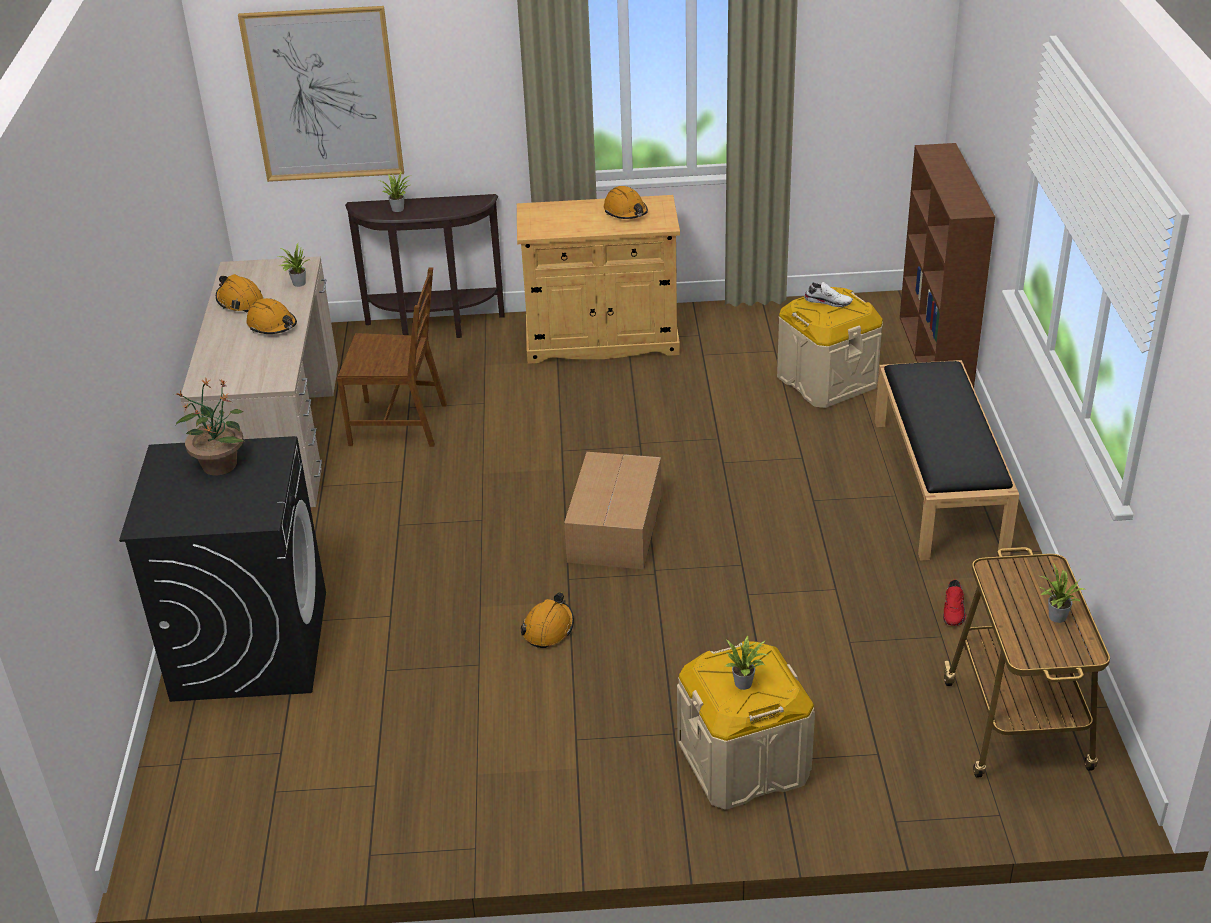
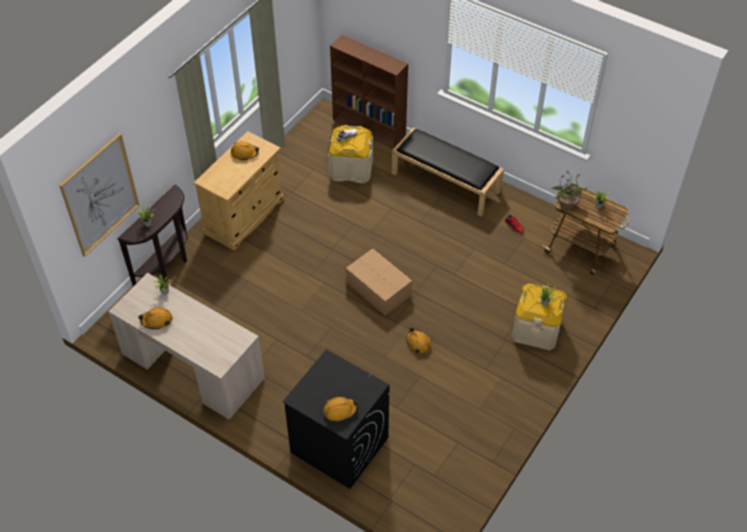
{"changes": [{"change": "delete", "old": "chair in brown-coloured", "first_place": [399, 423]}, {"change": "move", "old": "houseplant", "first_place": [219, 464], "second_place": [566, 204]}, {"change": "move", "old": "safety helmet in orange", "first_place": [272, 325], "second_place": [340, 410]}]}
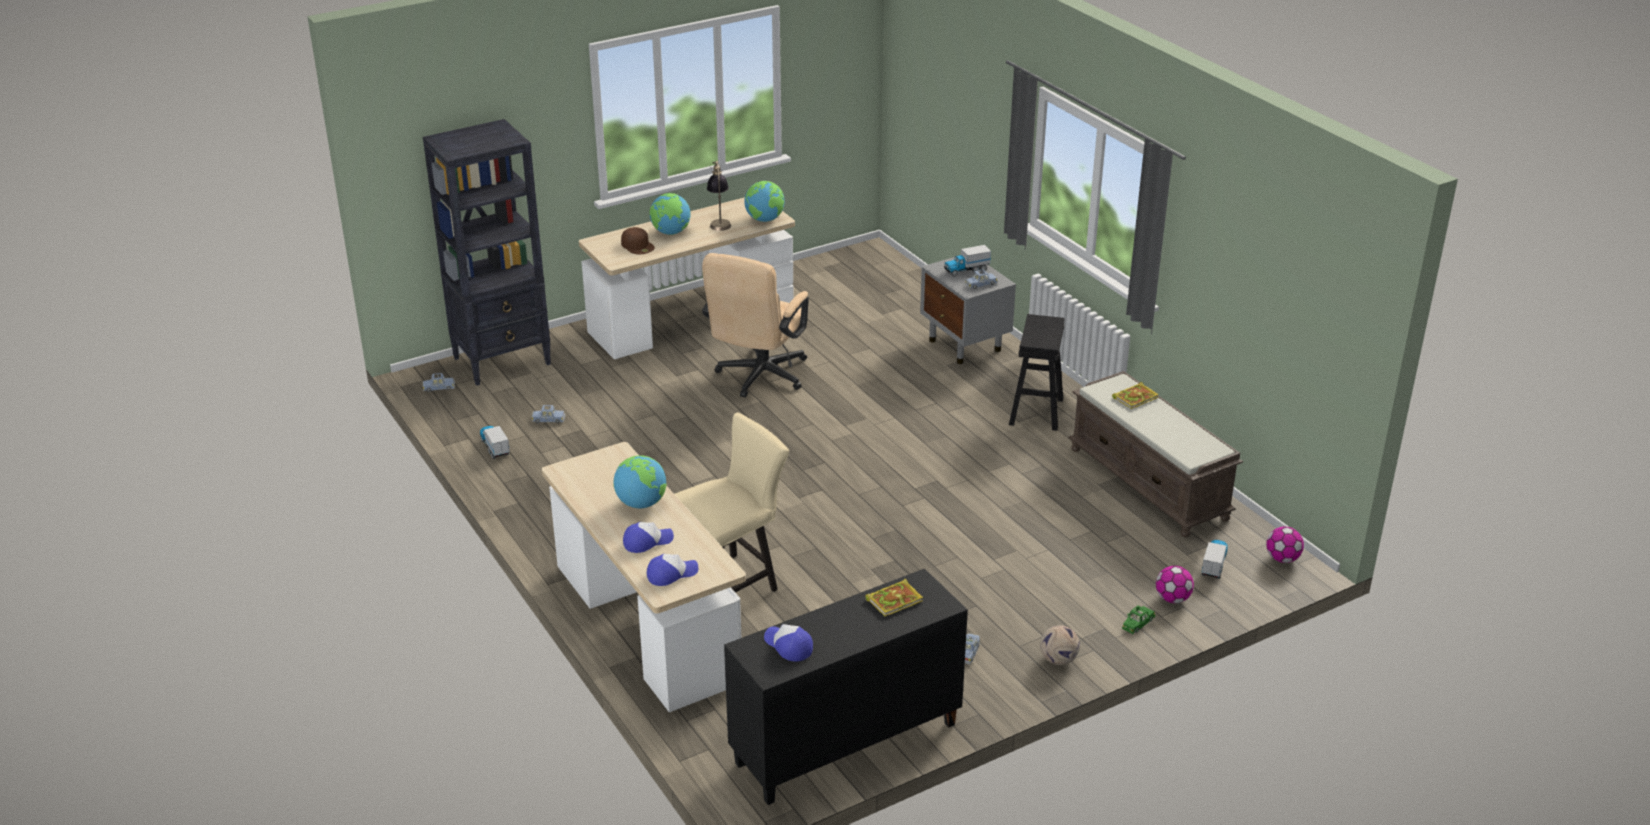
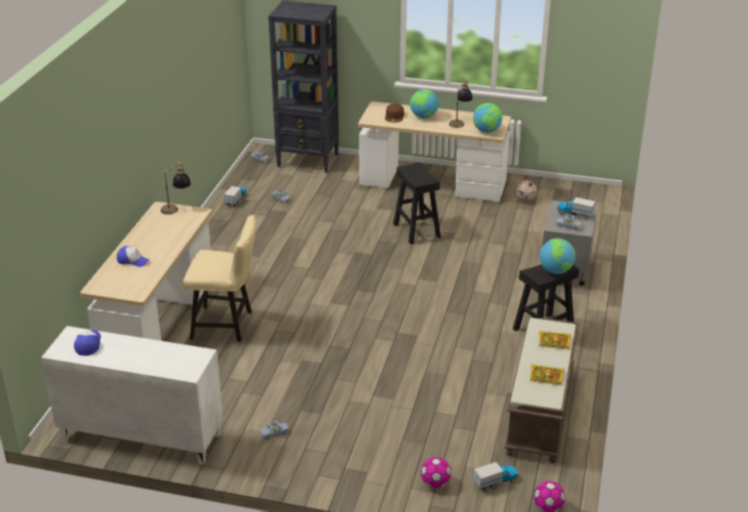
{"changes": [{"change": "delete", "old": "cap", "first_place": [671, 574]}, {"change": "delete", "old": "miniature car in green-coloured", "first_place": [1137, 623]}, {"change": "insert", "new": "lamp for a table", "second_place": [177, 208]}, {"change": "move", "old": "desk globe", "first_place": [641, 503], "second_place": [556, 271]}, {"change": "move", "old": "book", "first_place": [895, 600], "second_place": [547, 376]}, {"change": "move", "old": "football", "first_place": [1058, 660], "second_place": [525, 200]}, {"change": "replace", "old": "office chair in beige-coloured", "new": "sitting stool in blackish", "first_place": [758, 378], "second_place": [416, 230]}, {"change": "recolor", "old": "storage cabinet in blackish", "new": "storage cabinet in whitish", "first_place": [845, 745], "second_place": [140, 437]}]}
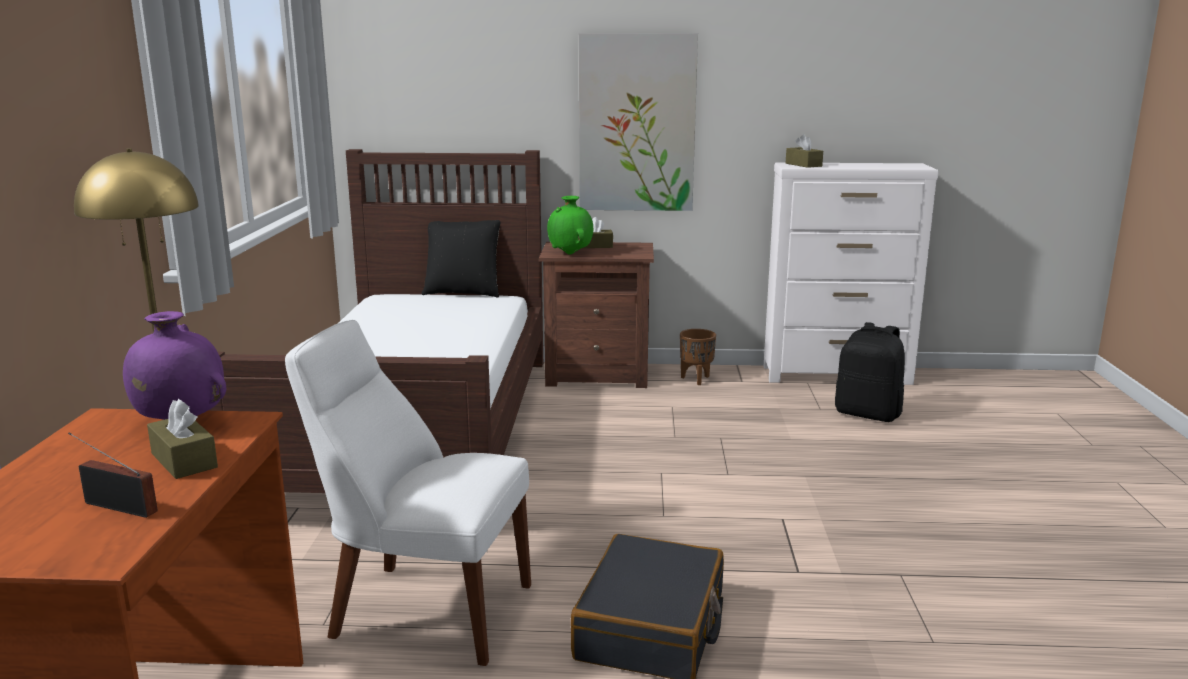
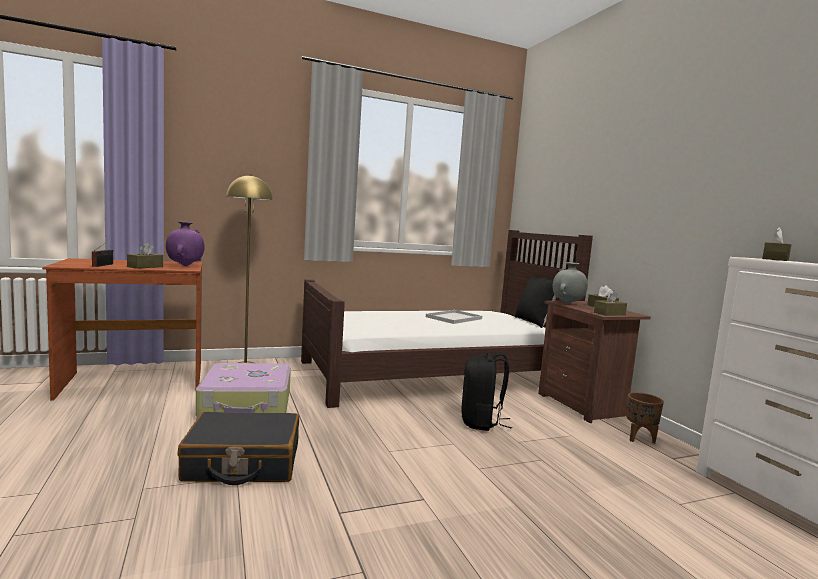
{"changes": [{"change": "delete", "old": "picture", "first_place": [637, 123]}, {"change": "insert", "new": "tray in whitish", "second_place": [453, 318]}, {"change": "insert", "new": "tissue box in brown-coloured", "second_place": [609, 313]}, {"change": "move", "old": "backpack in blackish", "first_place": [868, 413], "second_place": [481, 422]}, {"change": "replace", "old": "chair in whitish", "new": "piece of luggage", "first_place": [424, 609], "second_place": [247, 405]}, {"change": "recolor", "old": "decorative vase in green-coloured", "new": "decorative vase in gray", "first_place": [570, 254], "second_place": [567, 304]}]}
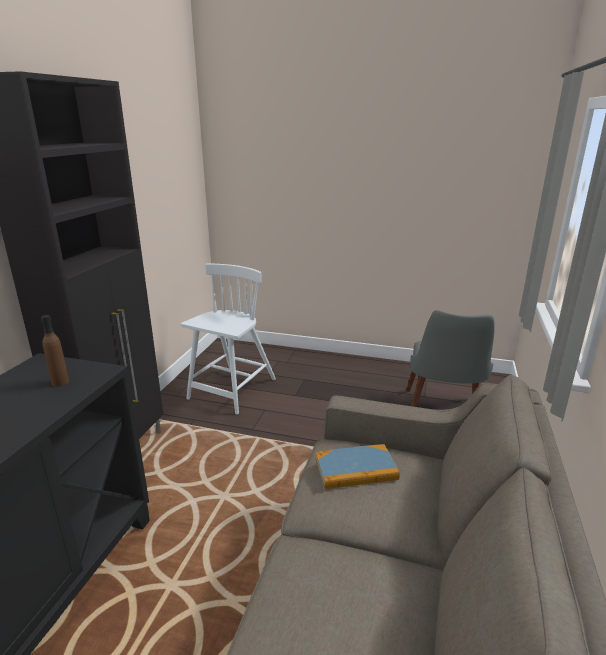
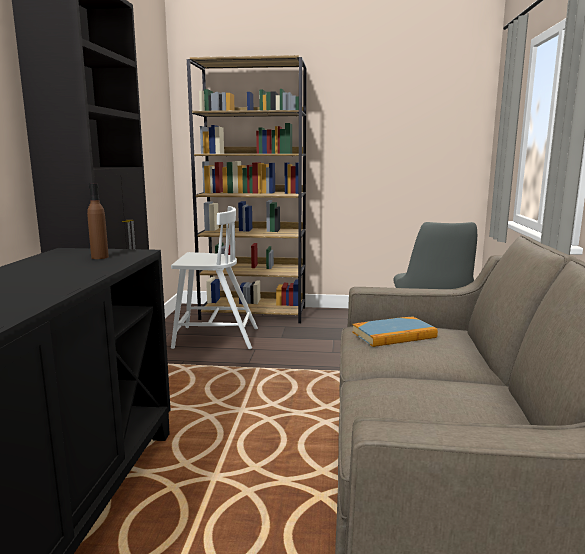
{"changes": [{"change": "insert", "new": "bookcase in brown-coloured", "second_place": [254, 313]}, {"change": "rotate", "old": "chair in whitish", "first_place": [232, 390], "second_place": [214, 338], "degrees": 75}]}
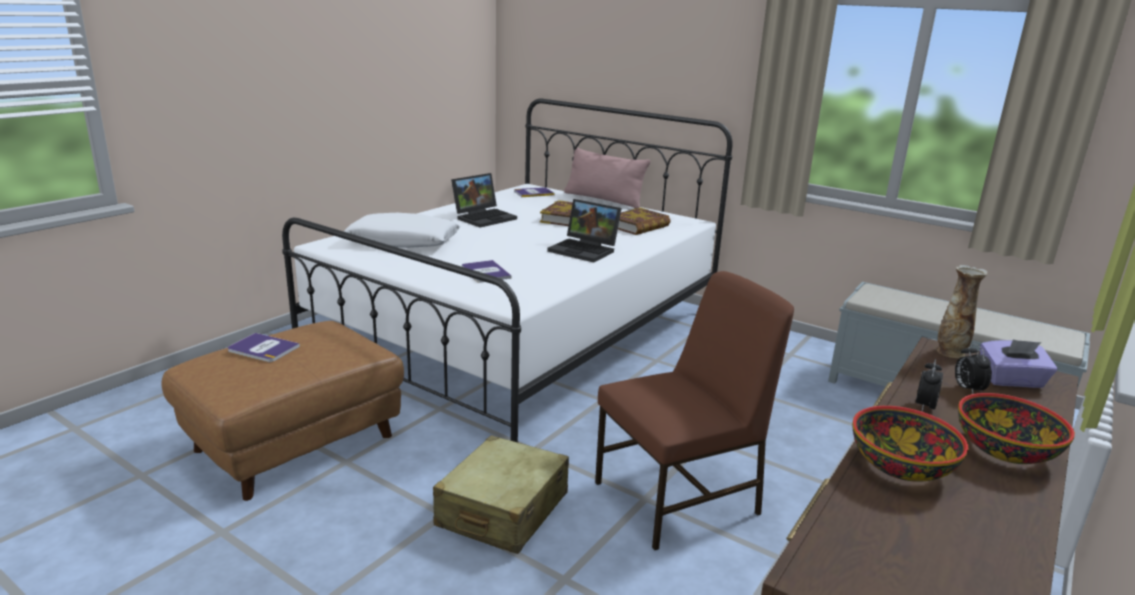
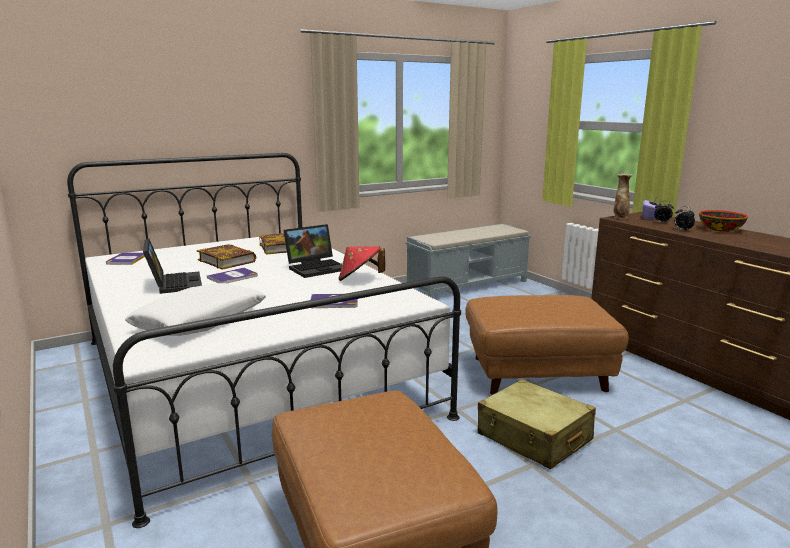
{"changes": [{"change": "delete", "old": "cushion in pink", "first_place": [603, 199]}, {"change": "delete", "old": "serving bowl", "first_place": [900, 466]}, {"change": "insert", "new": "hat in reddish", "second_place": [360, 279]}, {"change": "move", "old": "book", "first_place": [263, 349], "second_place": [233, 277]}, {"change": "replace", "old": "chair in brown-coloured", "new": "footrest in brown-coloured", "first_place": [679, 498], "second_place": [538, 373]}]}
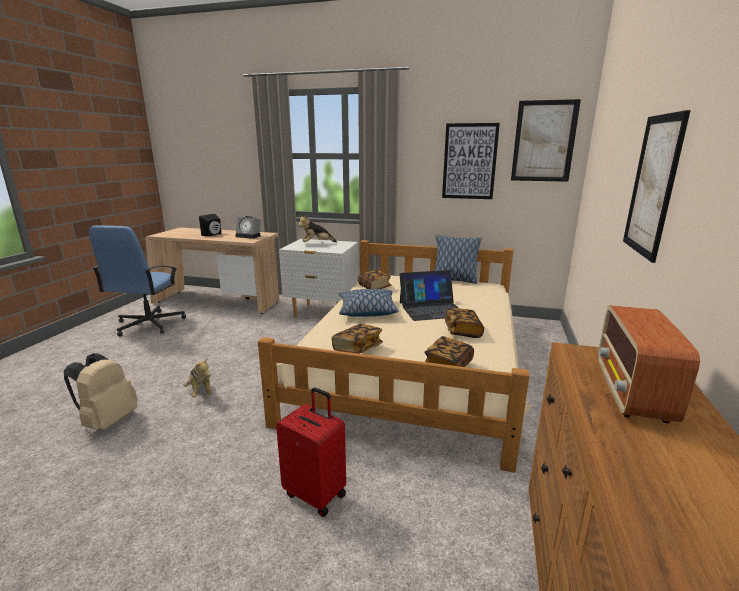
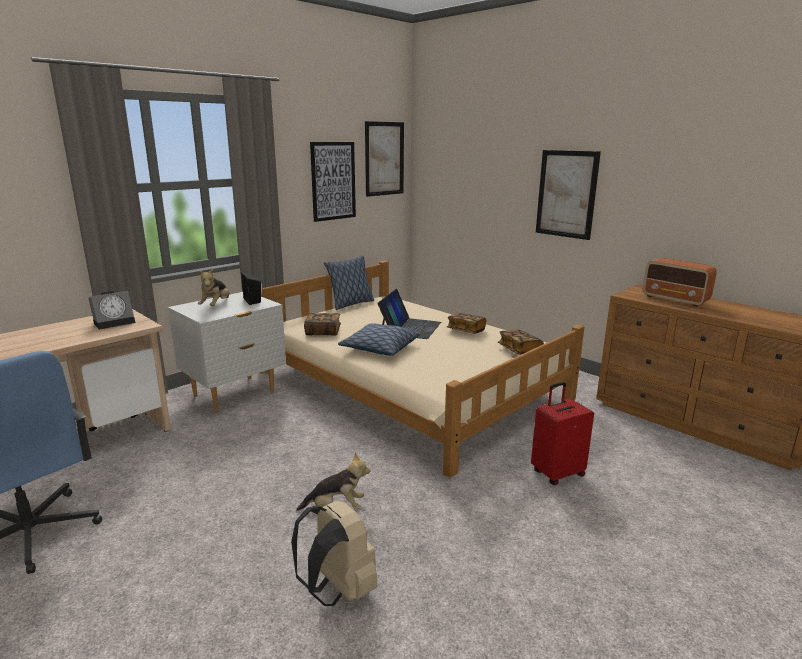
{"changes": [{"change": "delete", "old": "book", "first_place": [357, 348]}, {"change": "move", "old": "speaker in blackish", "first_place": [213, 235], "second_place": [254, 300]}]}
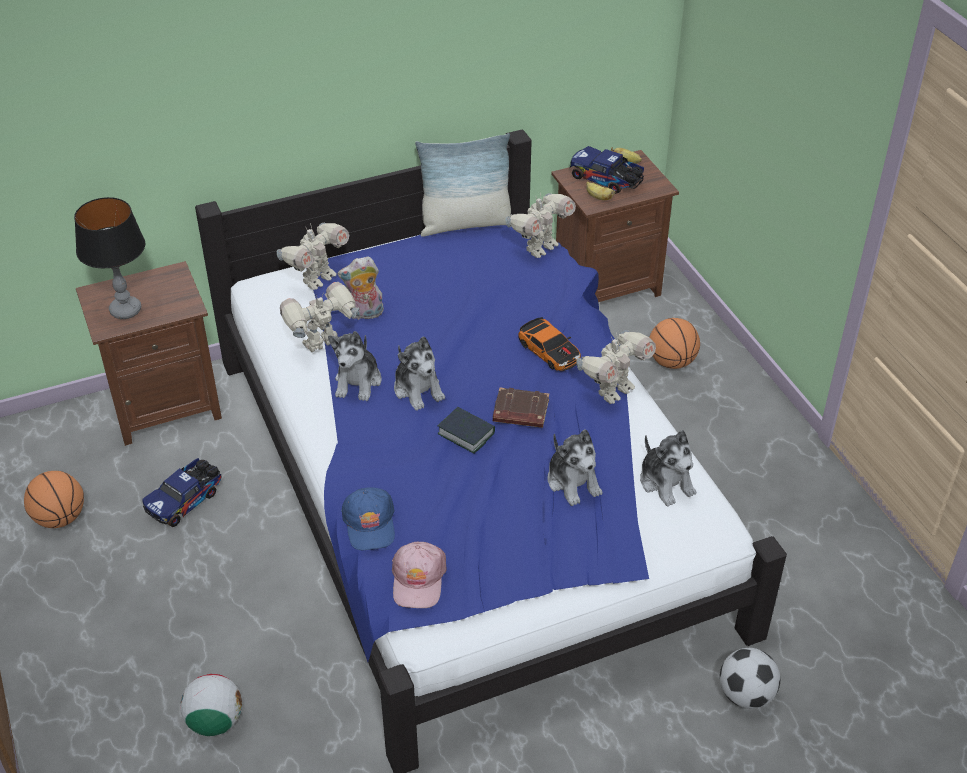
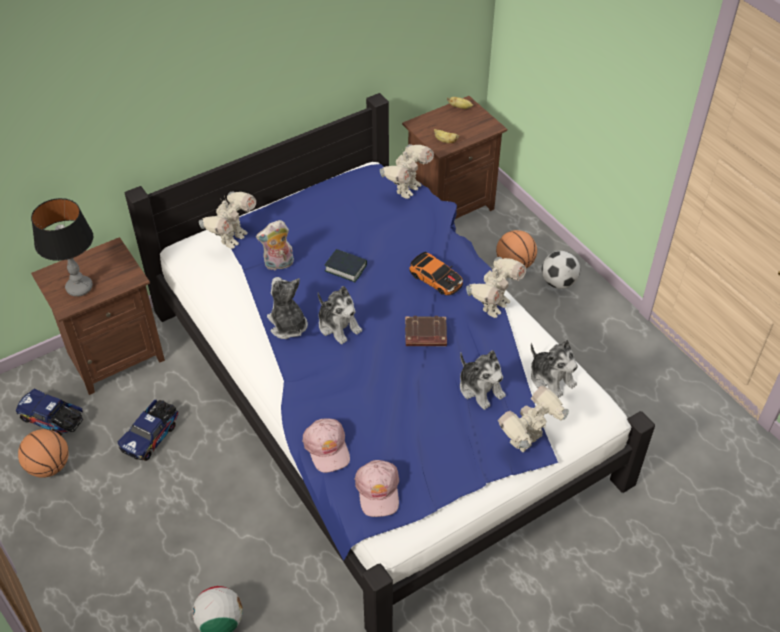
{"changes": [{"change": "delete", "old": "cushion", "first_place": [466, 224]}, {"change": "move", "old": "robot figure", "first_place": [323, 344], "second_place": [528, 441]}, {"change": "move", "old": "book", "first_place": [466, 433], "second_place": [345, 268]}, {"change": "move", "old": "model truck", "first_place": [607, 180], "second_place": [53, 419]}, {"change": "move", "old": "football", "first_place": [745, 695], "second_place": [558, 282]}, {"change": "recolor", "old": "cap in blue-coloured", "new": "cap in pink", "first_place": [370, 524], "second_place": [327, 448]}, {"change": "rotate", "old": "cuddly toy", "first_place": [358, 382], "second_place": [288, 325], "degrees": 150}]}
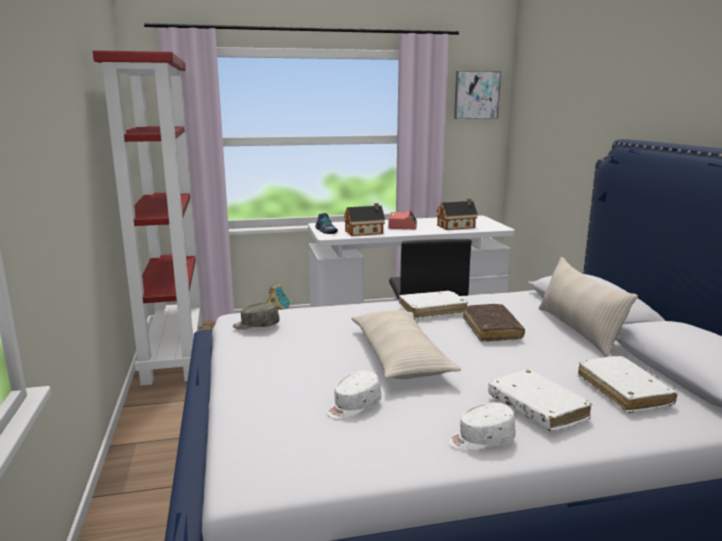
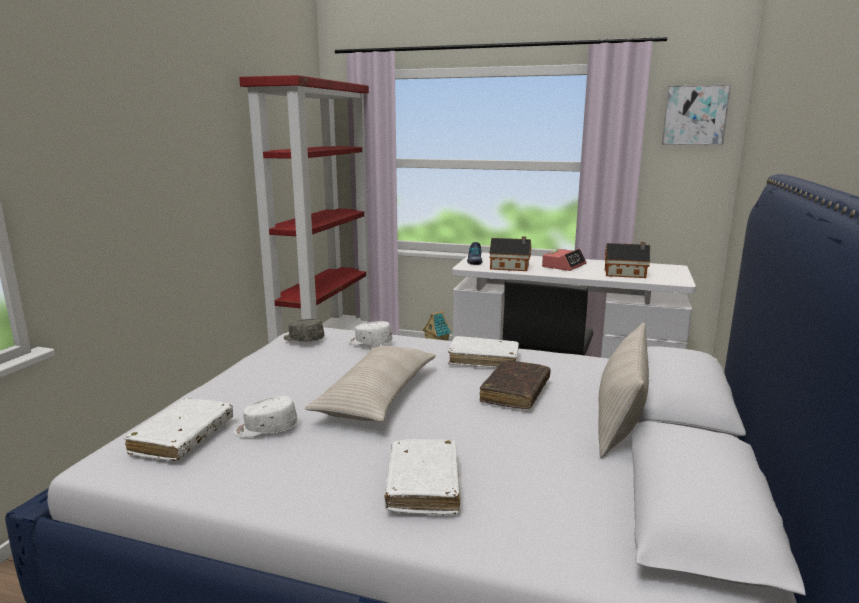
{"changes": [{"change": "move", "old": "cap in whitish", "first_place": [480, 440], "second_place": [370, 343]}, {"change": "move", "old": "book in whitish", "first_place": [623, 392], "second_place": [183, 438]}]}
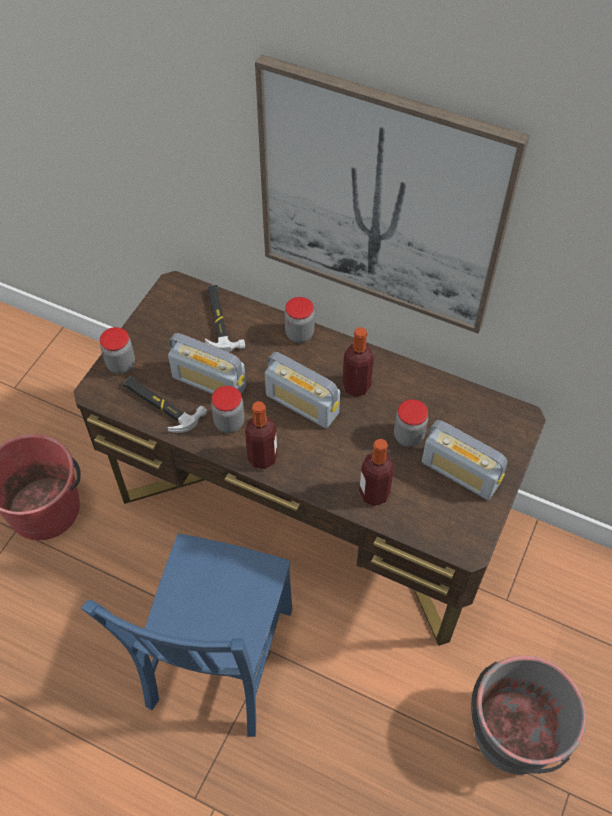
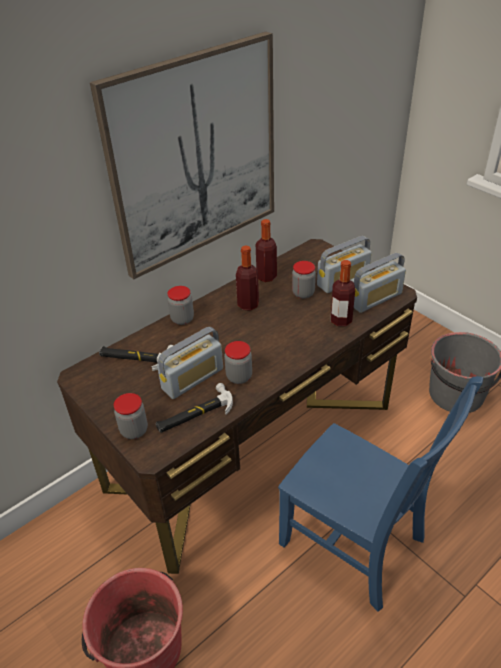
{"changes": [{"change": "move", "old": "bottle", "first_place": [262, 458], "second_place": [266, 277]}, {"change": "move", "old": "radio receiver", "first_place": [302, 404], "second_place": [375, 299]}]}
